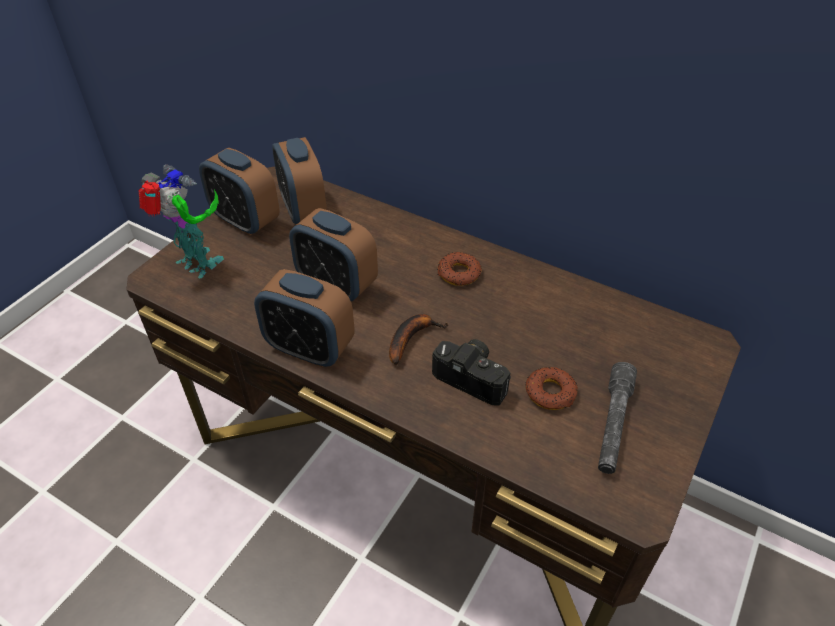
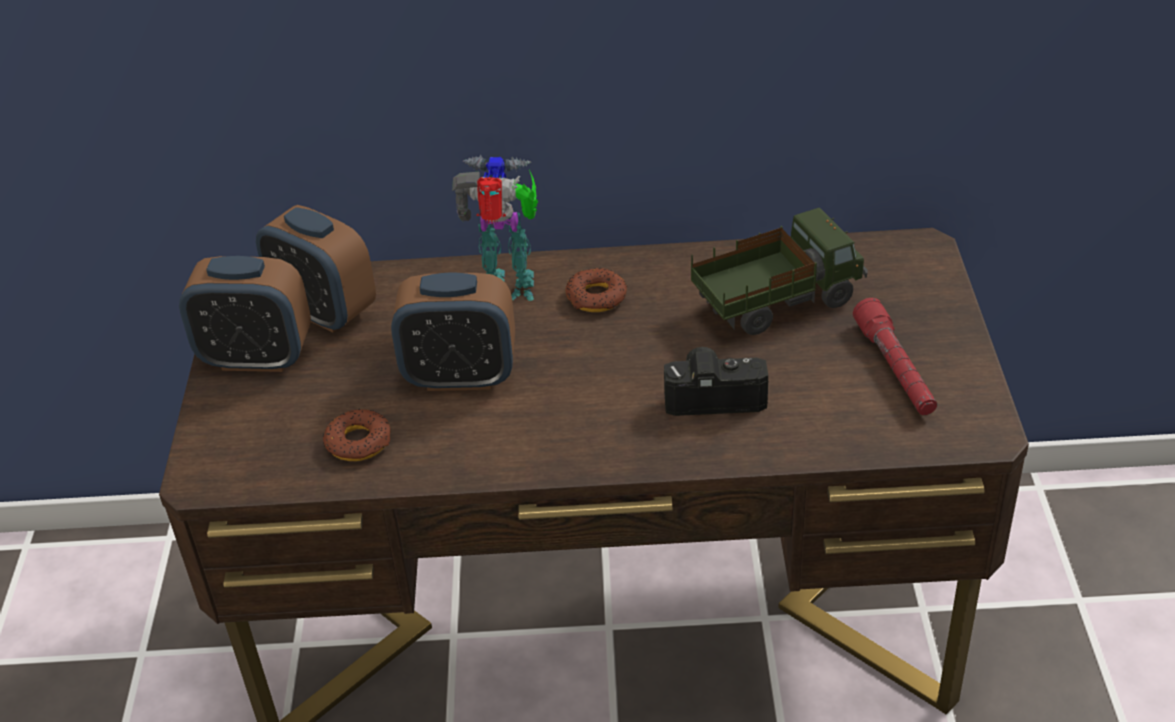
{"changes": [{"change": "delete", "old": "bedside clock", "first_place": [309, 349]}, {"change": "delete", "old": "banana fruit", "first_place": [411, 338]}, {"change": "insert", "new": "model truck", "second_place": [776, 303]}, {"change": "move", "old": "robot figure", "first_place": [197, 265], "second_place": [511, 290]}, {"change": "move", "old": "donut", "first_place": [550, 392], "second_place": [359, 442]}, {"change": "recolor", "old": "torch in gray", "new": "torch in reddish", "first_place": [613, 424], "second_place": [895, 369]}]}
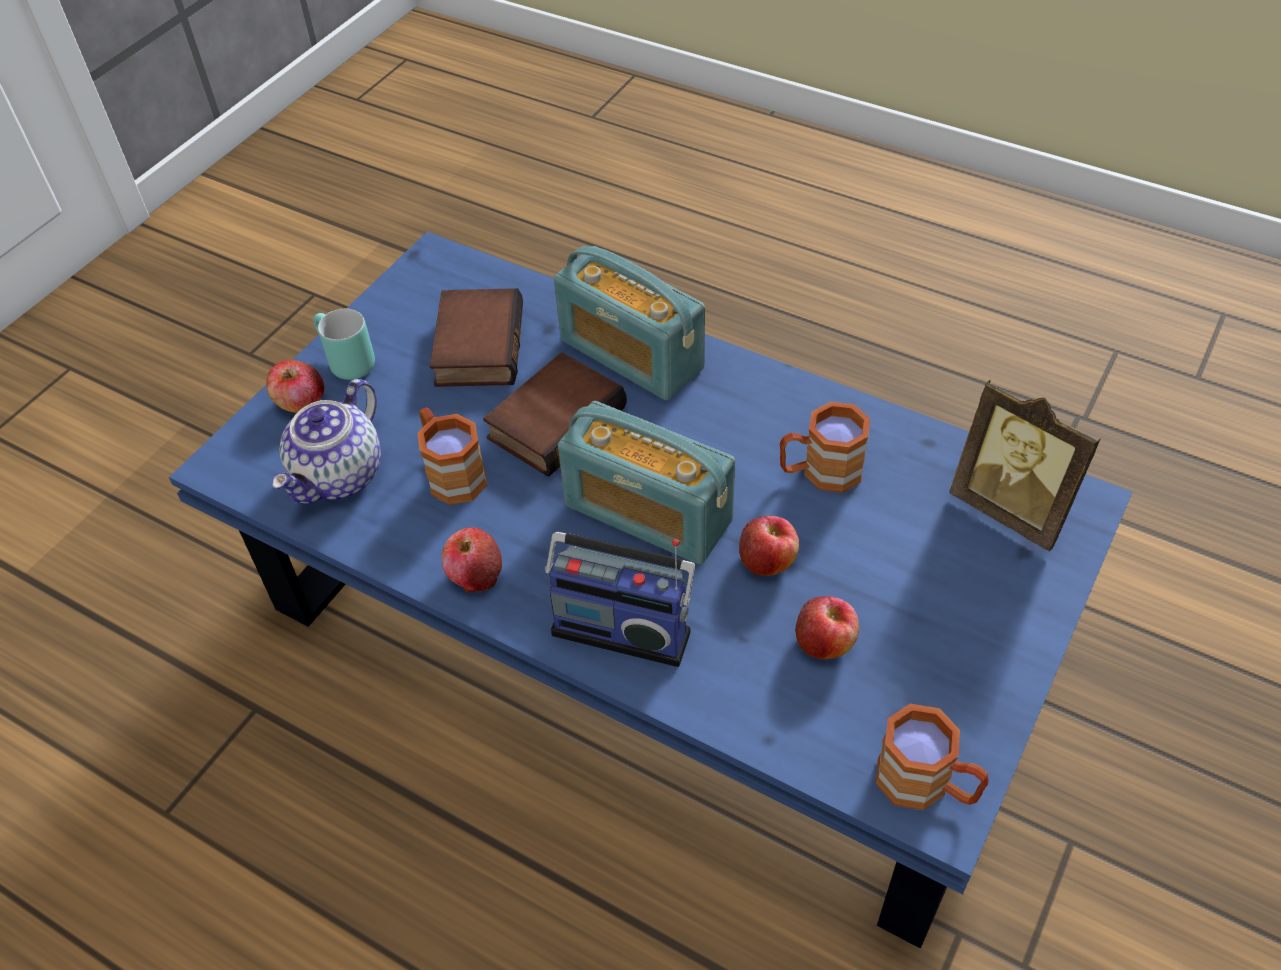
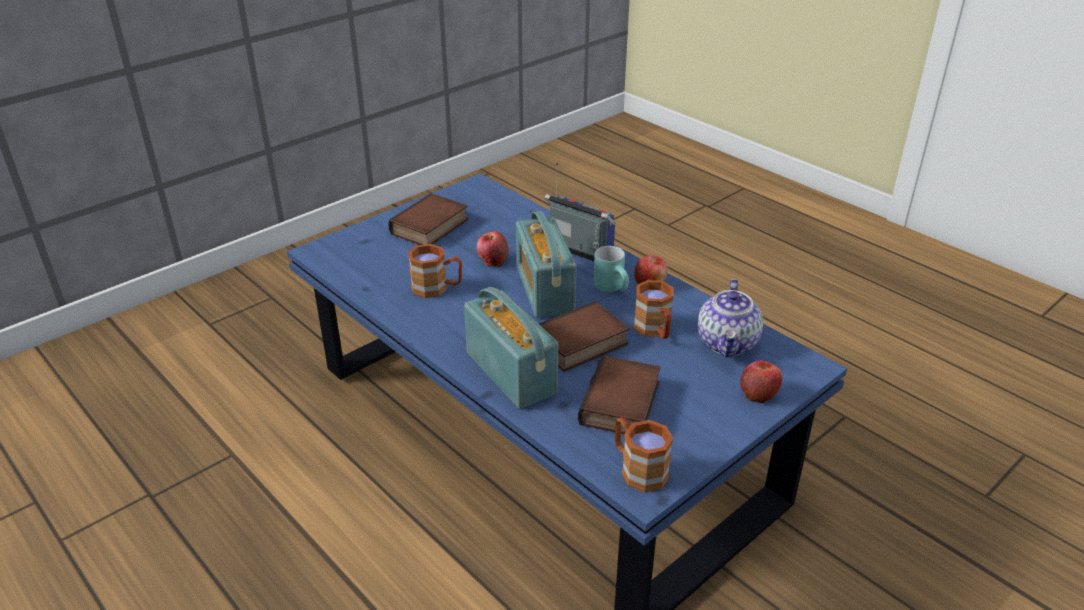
{"changes": [{"change": "delete", "old": "whole apple", "first_place": [825, 642]}, {"change": "delete", "old": "photo frame", "first_place": [1012, 509]}, {"change": "insert", "new": "book", "second_place": [430, 228]}, {"change": "move", "old": "mug in blue-green", "first_place": [344, 363], "second_place": [614, 288]}, {"change": "move", "old": "mug in brown-coloured", "first_place": [926, 785], "second_place": [637, 469]}, {"change": "rotate", "old": "tea pot", "first_place": [339, 476], "second_place": [728, 343], "degrees": 150}, {"change": "rotate", "old": "radio receiver", "first_place": [648, 513], "second_place": [544, 290], "degrees": -150}]}
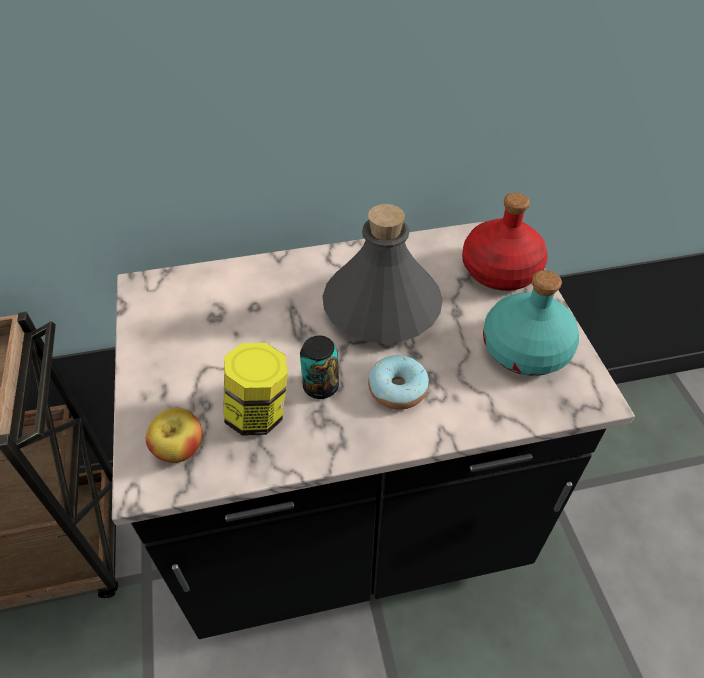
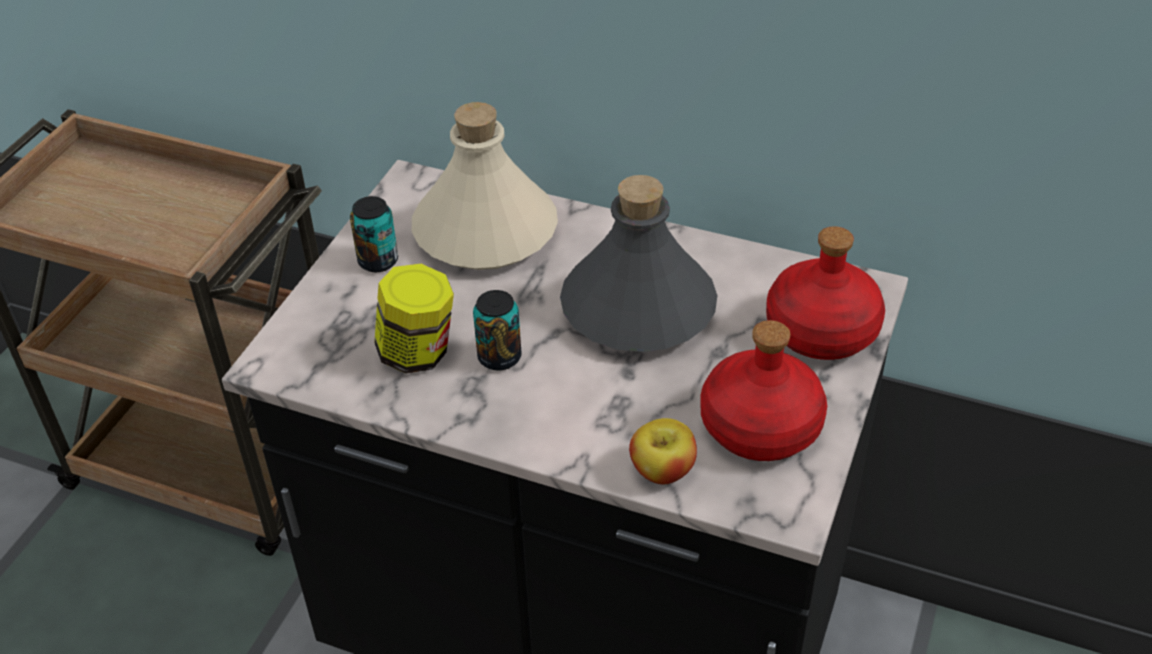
{"changes": [{"change": "delete", "old": "donut", "first_place": [397, 389]}, {"change": "insert", "new": "metal can", "second_place": [378, 261]}, {"change": "insert", "new": "bottle in beige-coloured", "second_place": [485, 233]}, {"change": "move", "old": "whole apple", "first_place": [179, 448], "second_place": [662, 470]}, {"change": "recolor", "old": "bottle in blue-green", "new": "bottle in reddish", "first_place": [525, 350], "second_place": [759, 427]}]}
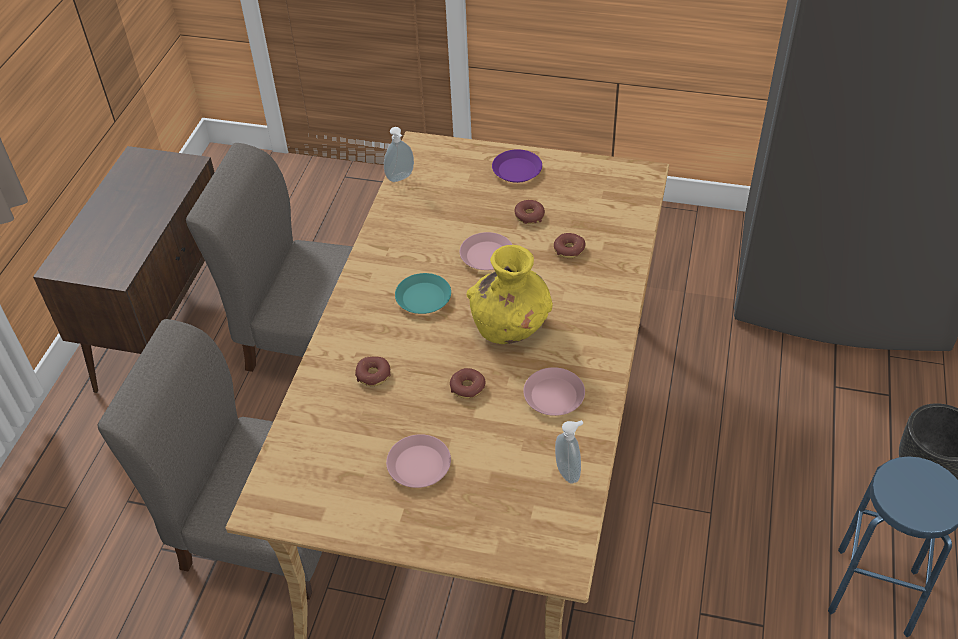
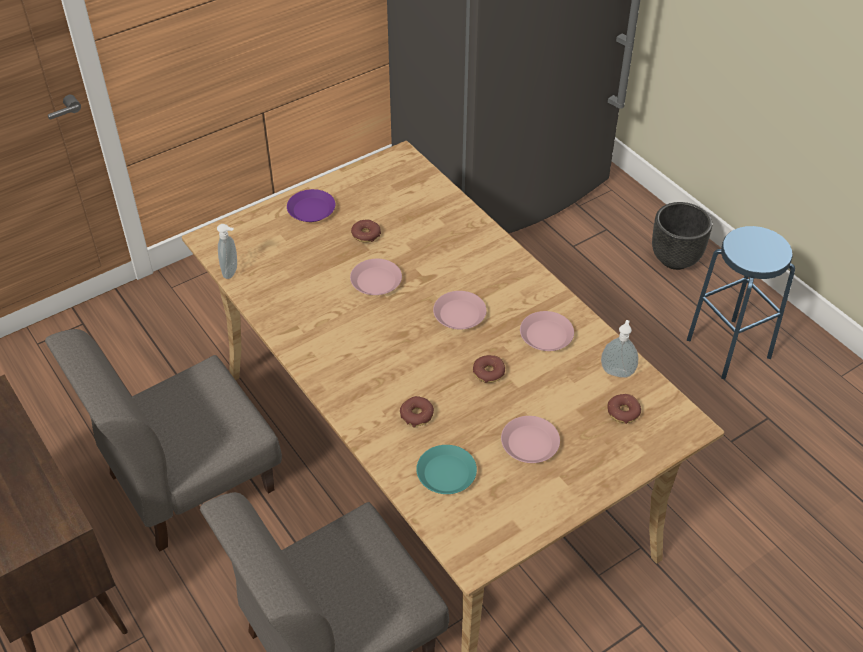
{"changes": [{"change": "move", "old": "flat dish in blue-green", "first_place": [423, 297], "second_place": [446, 473]}, {"change": "move", "old": "donut", "first_place": [569, 249], "second_place": [623, 412]}, {"change": "replace", "old": "decorative vase in yellow", "new": "flat dish in pink", "first_place": [510, 326], "second_place": [459, 314]}]}
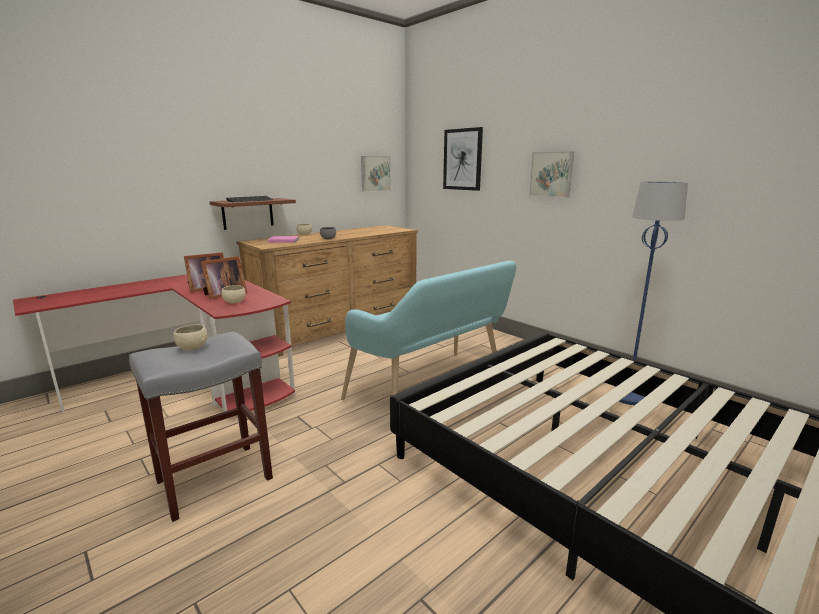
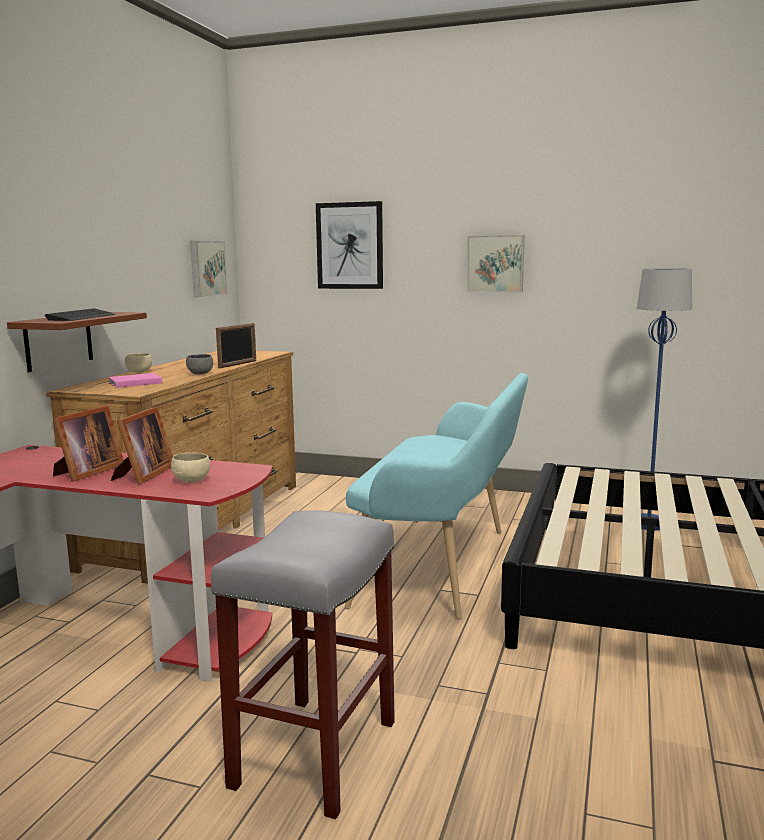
{"changes": [{"change": "delete", "old": "serving bowl in beige-coloured", "first_place": [191, 348]}, {"change": "insert", "new": "photo frame", "second_place": [238, 364]}]}
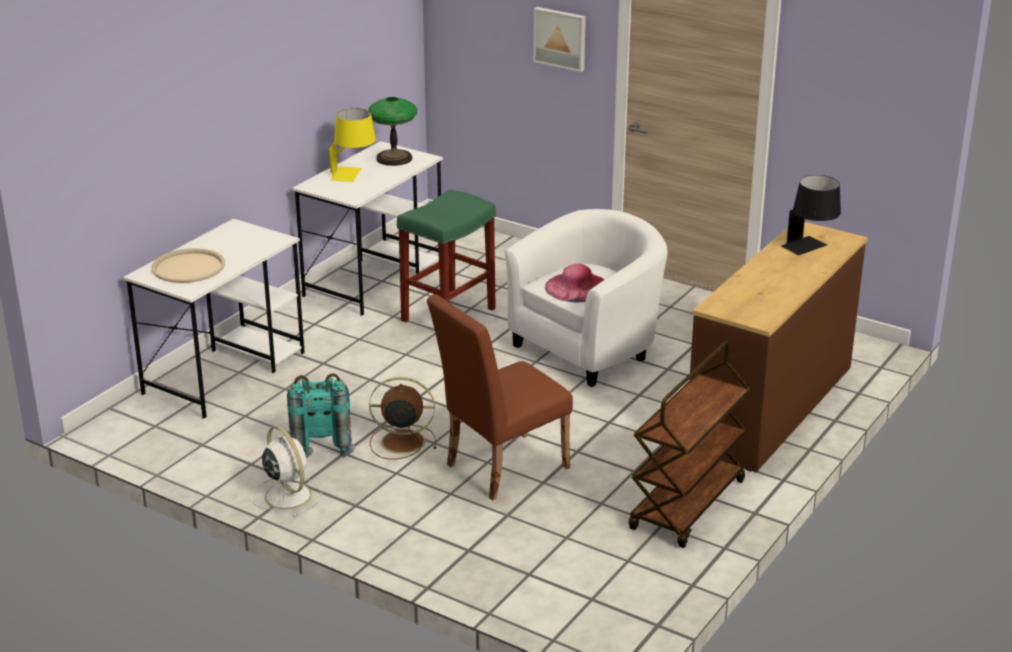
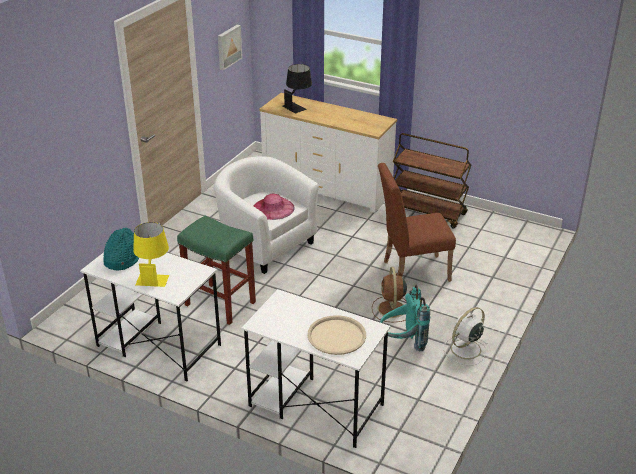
{"changes": [{"change": "move", "old": "picture", "first_place": [560, 38], "second_place": [228, 47]}, {"change": "replace", "old": "lamp for a table", "new": "hat in blue-green", "first_place": [394, 158], "second_place": [121, 259]}, {"change": "recolor", "old": "dresser in brown-coloured", "new": "dresser in whitish", "first_place": [771, 407], "second_place": [327, 188]}, {"change": "rotate", "old": "chair in brown-coloured", "first_place": [499, 468], "second_place": [411, 271], "degrees": 120}]}
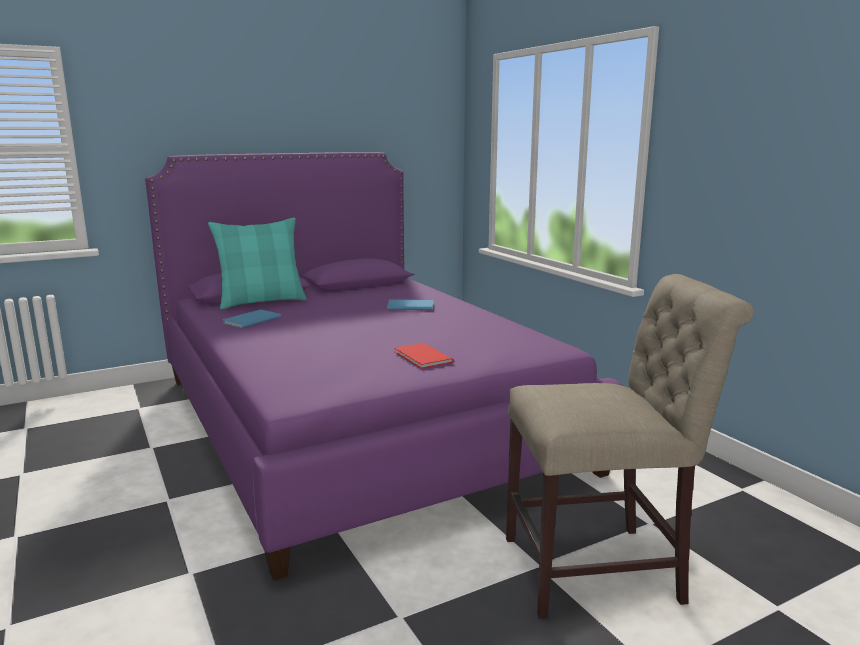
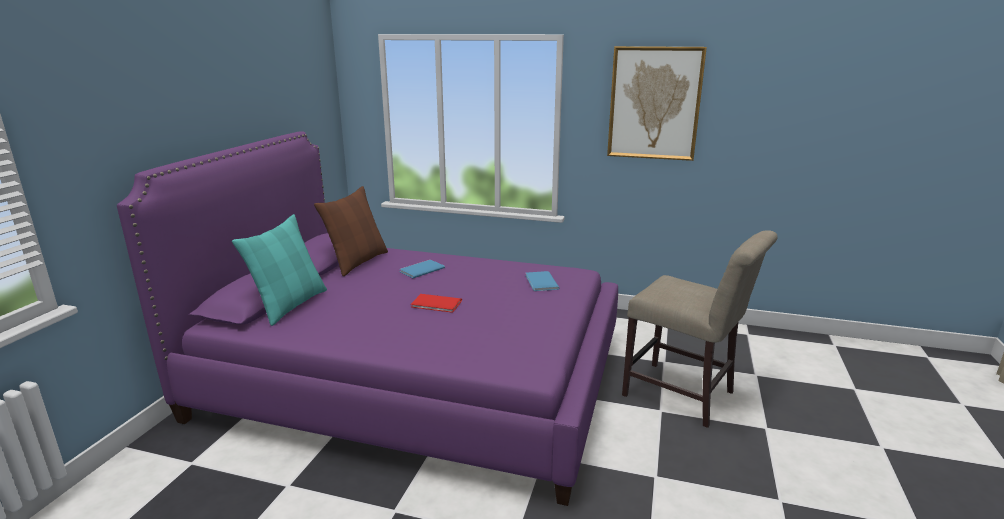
{"changes": [{"change": "insert", "new": "cushion in brown-coloured", "second_place": [357, 262]}, {"change": "insert", "new": "picture", "second_place": [654, 103]}, {"change": "move", "old": "book in blue-coloured", "first_place": [250, 320], "second_place": [540, 282]}, {"change": "move", "old": "book in reddish", "first_place": [422, 357], "second_place": [437, 304]}, {"change": "rotate", "old": "chair in beige-coloured", "first_place": [602, 569], "second_place": [684, 396], "degrees": 90}]}
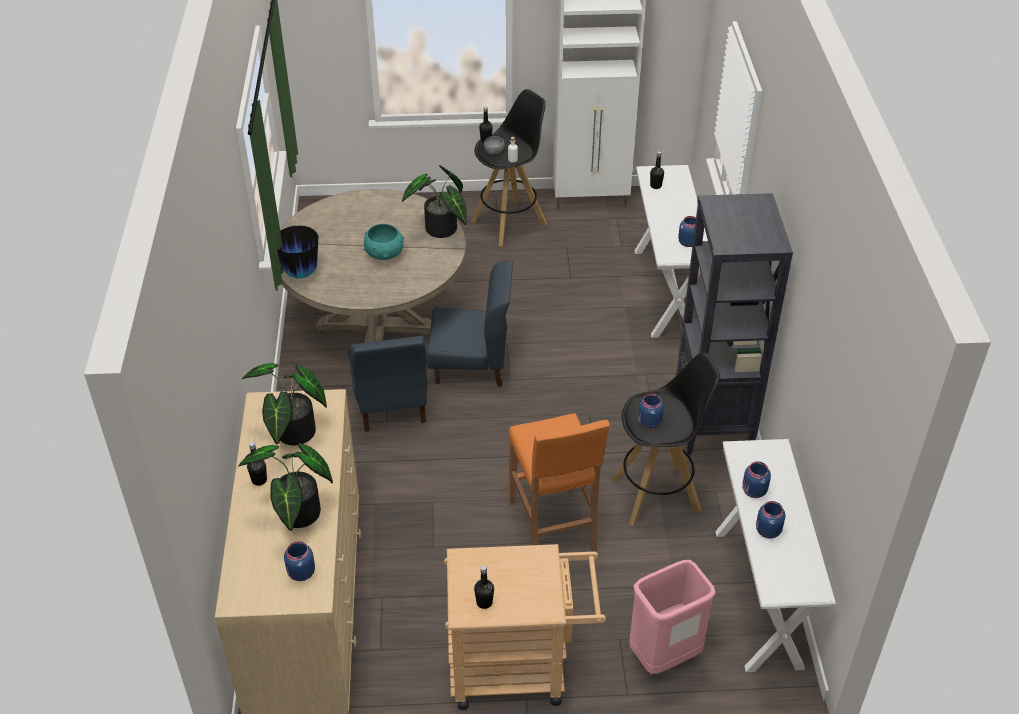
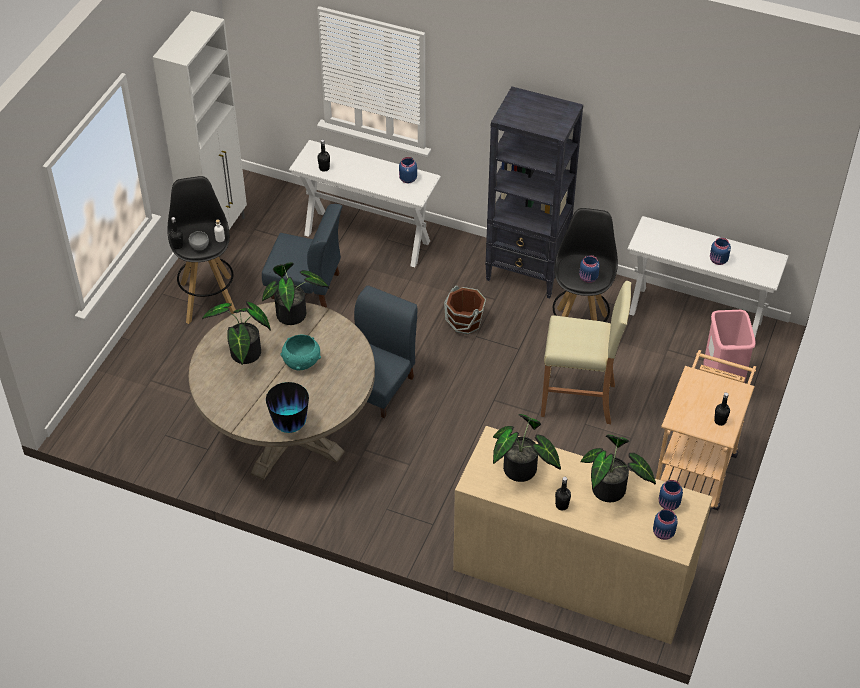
{"changes": [{"change": "insert", "new": "houseplant", "second_place": [243, 356]}, {"change": "insert", "new": "water bucket in brown-coloured", "second_place": [464, 323]}, {"change": "move", "old": "chair in blue-coloured", "first_place": [391, 403], "second_place": [306, 286]}, {"change": "move", "old": "jar in blue-coloured", "first_place": [753, 491], "second_place": [663, 533]}, {"change": "recolor", "old": "sitting stool in orange", "new": "sitting stool in beige-coloured", "first_place": [553, 527], "second_place": [579, 400]}]}
